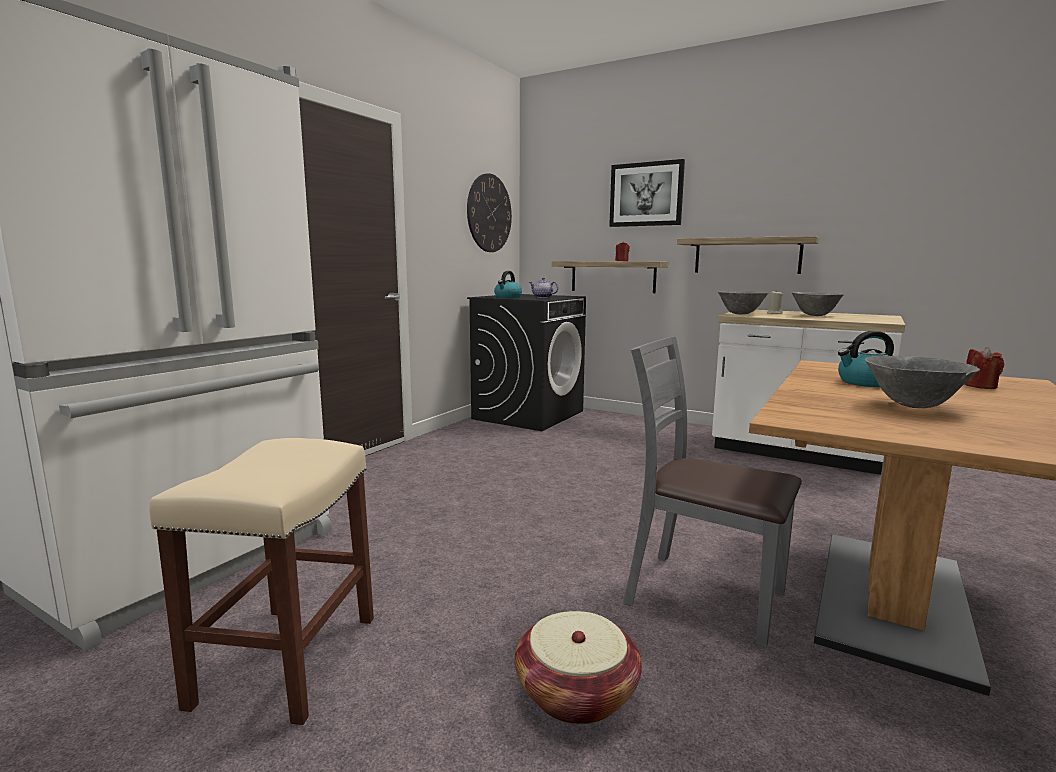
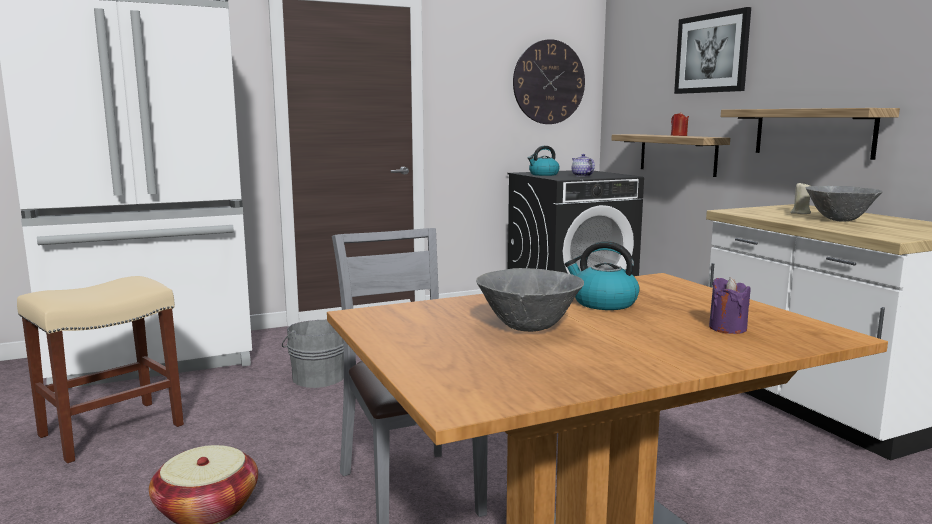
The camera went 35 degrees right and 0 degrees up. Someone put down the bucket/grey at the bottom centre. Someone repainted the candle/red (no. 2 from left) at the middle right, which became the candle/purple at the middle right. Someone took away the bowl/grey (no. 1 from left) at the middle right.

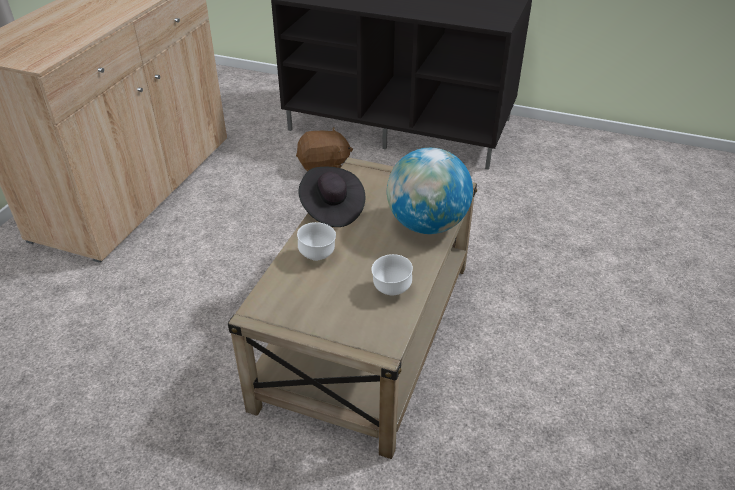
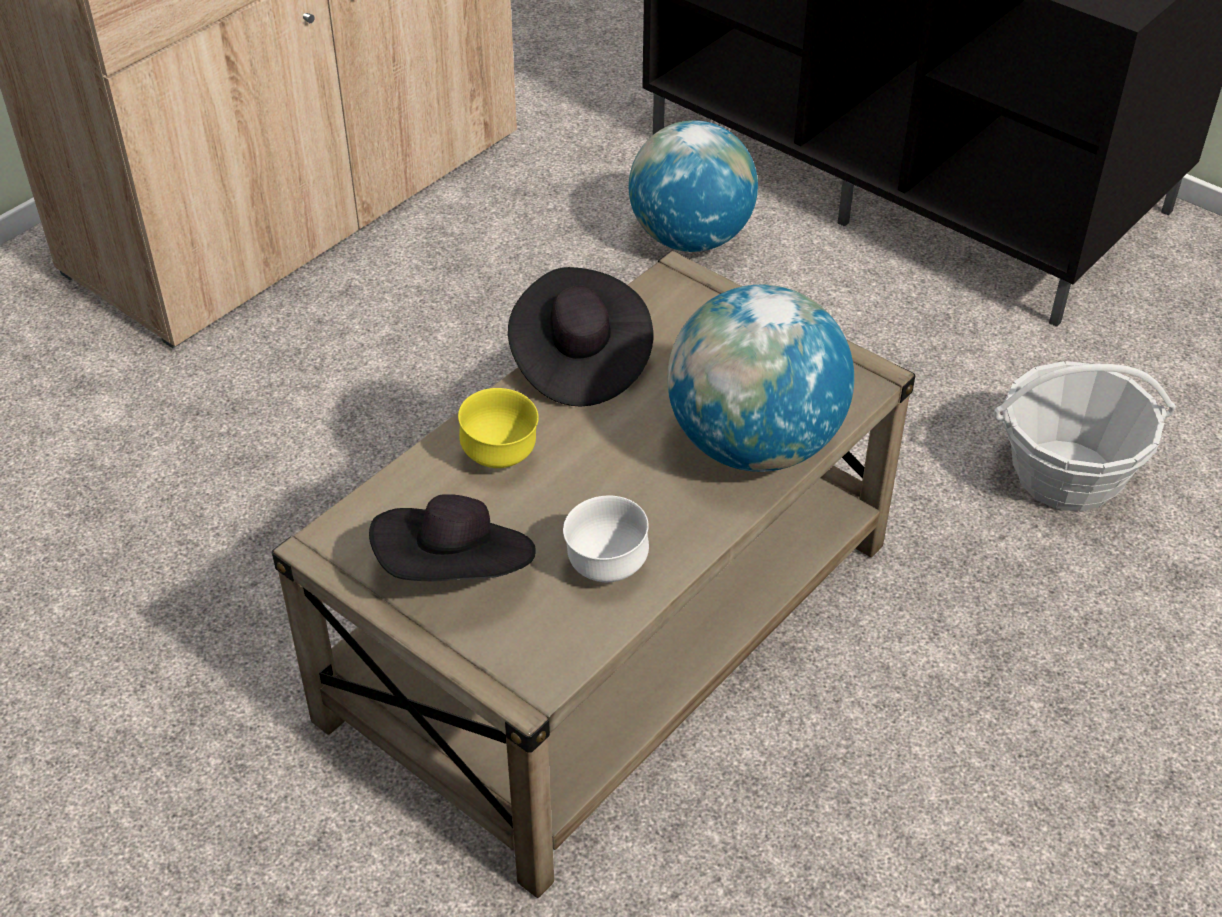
The camera went 20 degrees right and 5 degrees up. Someone put down the hat/black (no. 1 from left) at the centre. Someone repainted the bowl/white (no. 1 from left) at the centre, which became the bowl/yellow at the centre. Someone swapped the plush toy/brown at the top centre for the globe (no. 1 from left) at the top centre. Someone put down the basket at the middle right.

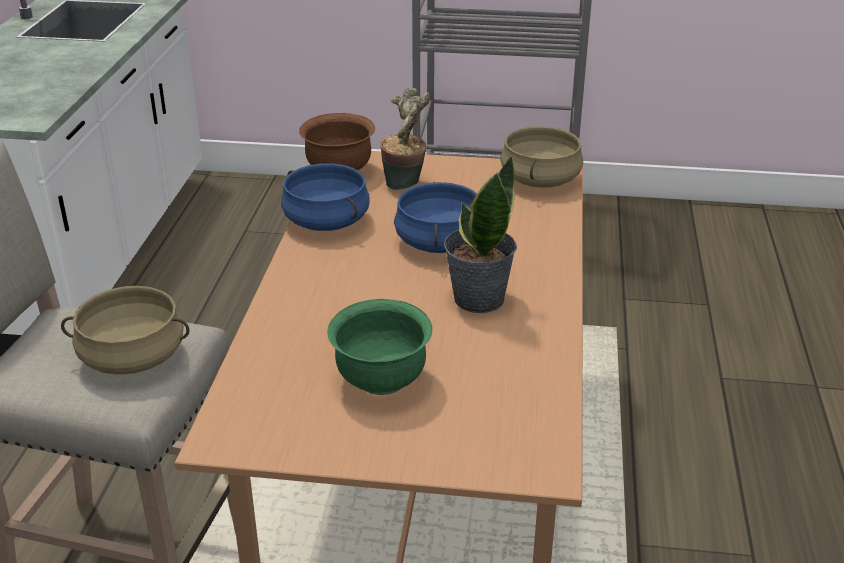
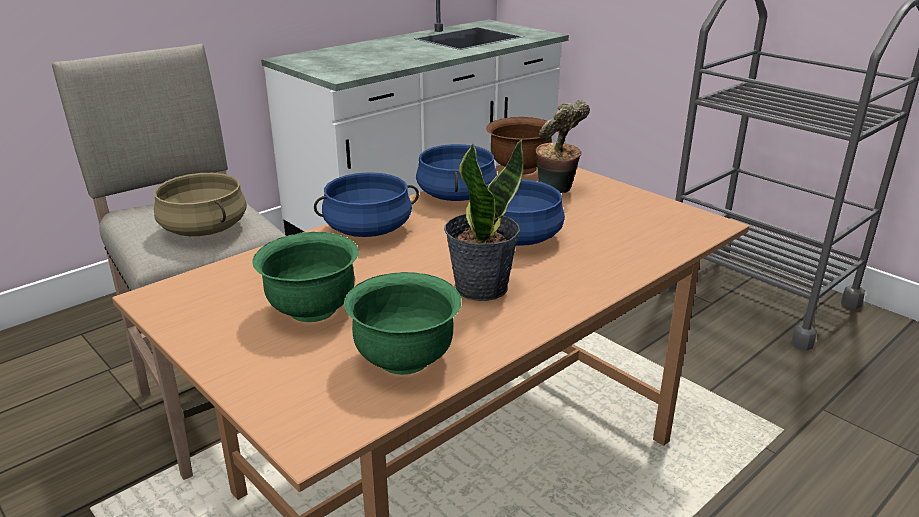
The camera went 40 degrees right and 5 degrees down. Someone put down the cooking pot/blue (no. 1 from left) at the centre. Someone put down the bowl/green (no. 2 from left) at the centre. Someone took away the cooking pot/beige (no. 2 from left) at the top centre.

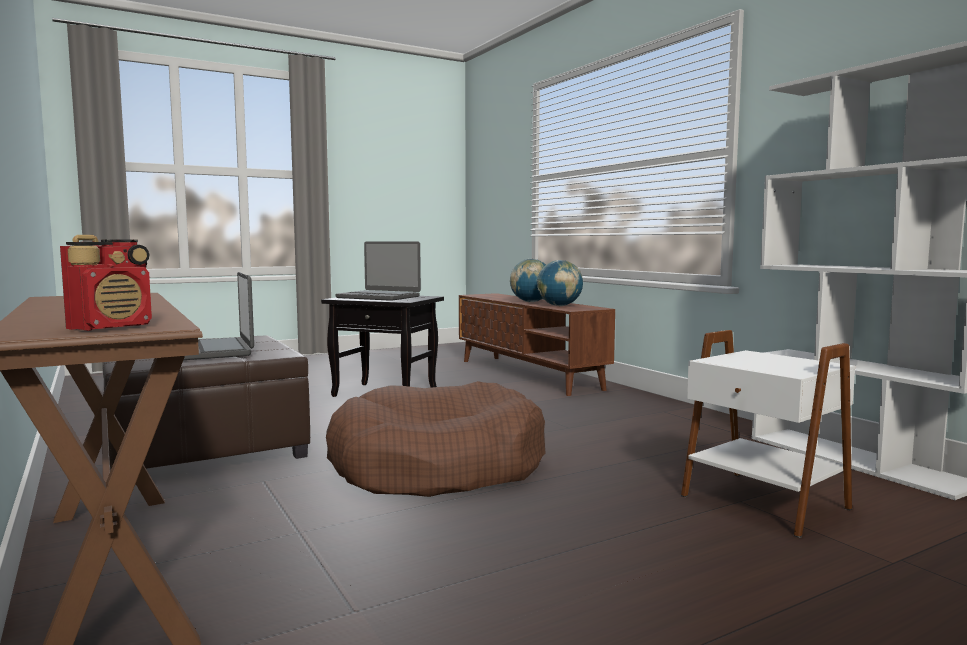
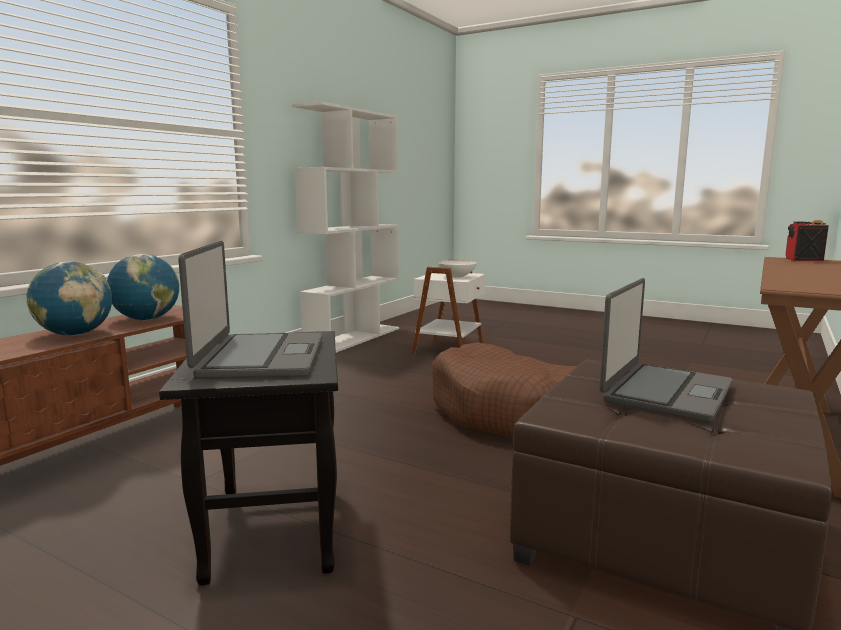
The camera went 120 degrees left and 5 degrees up. Someone put down the bowl/white at the centre.

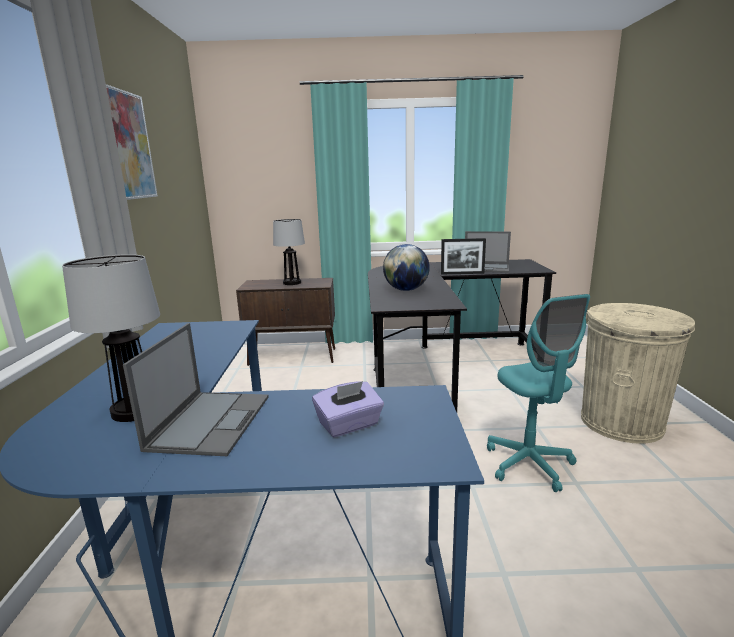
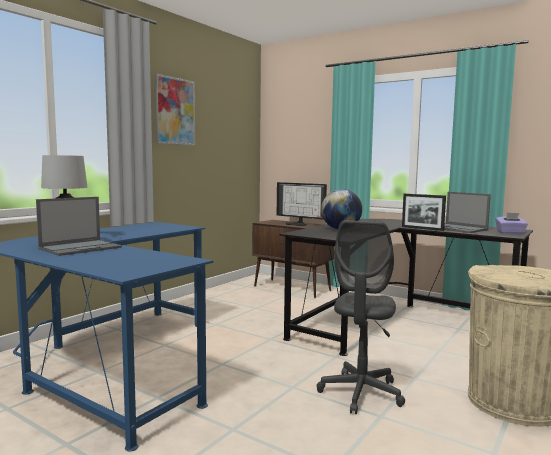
The camera went 35 degrees right and 10 degrees down. Someone swapped the table lamp (no. 2 from left) at the centre for the monitor at the centre. Someone repainted the office chair/turquoise at the middle right, which became the office chair/grey at the bottom centre. Someone carried the tissue box/purple from the centre to the middle right.

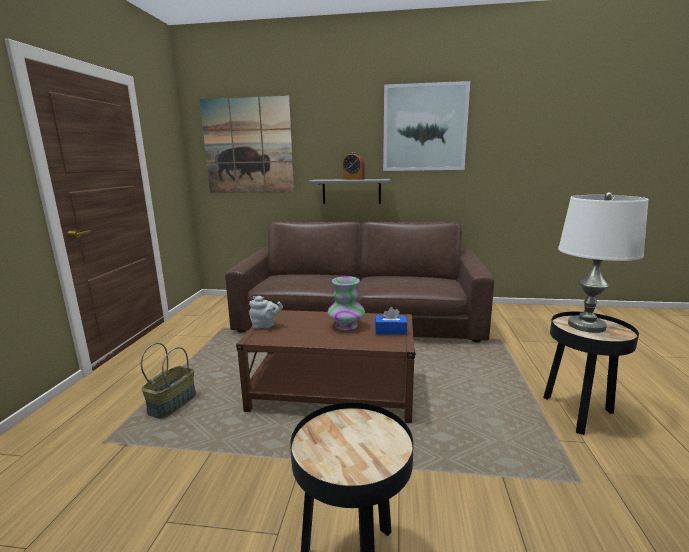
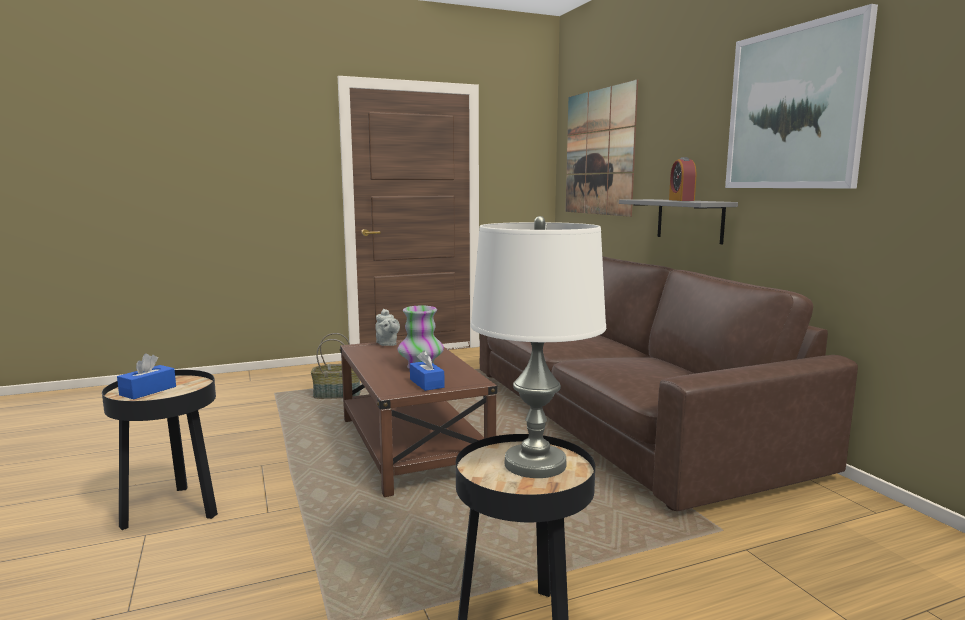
The camera went 60 degrees right and 5 degrees down. Someone put down the tissue box/blue (no. 1 from left) at the middle left.

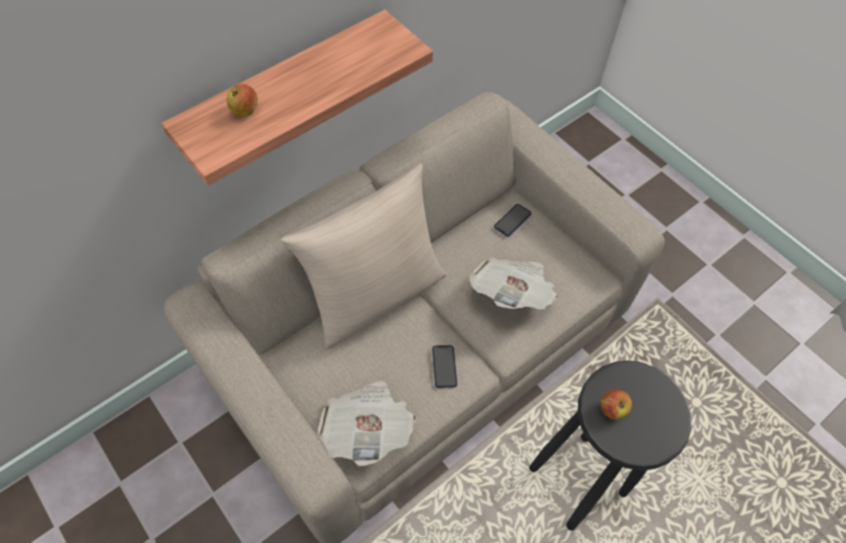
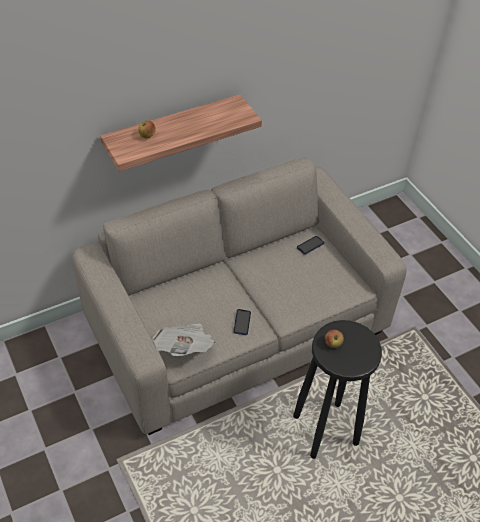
The camera went 10 degrees right and 10 degrees down. Someone took away the pillow/beige at the centre. Someone took away the newspaper (no. 2 from left) at the centre.

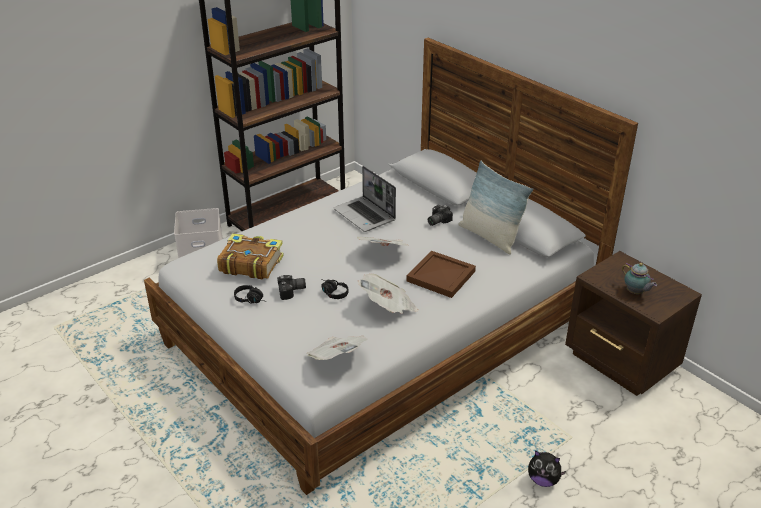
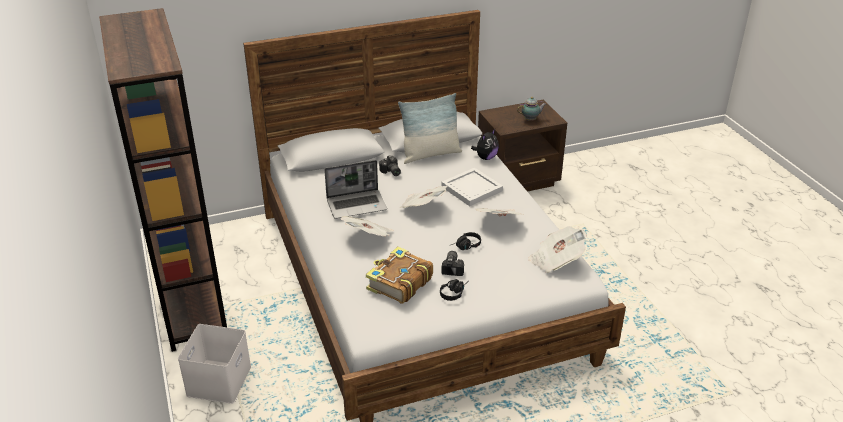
The camera went 70 degrees left and 0 degrees up. Someone put down the newspaper (no. 1 from left) at the centre. Someone repainted the tray/brown at the centre, which became the tray/white at the centre. Someone carried the plush toy from the bottom right to the centre.

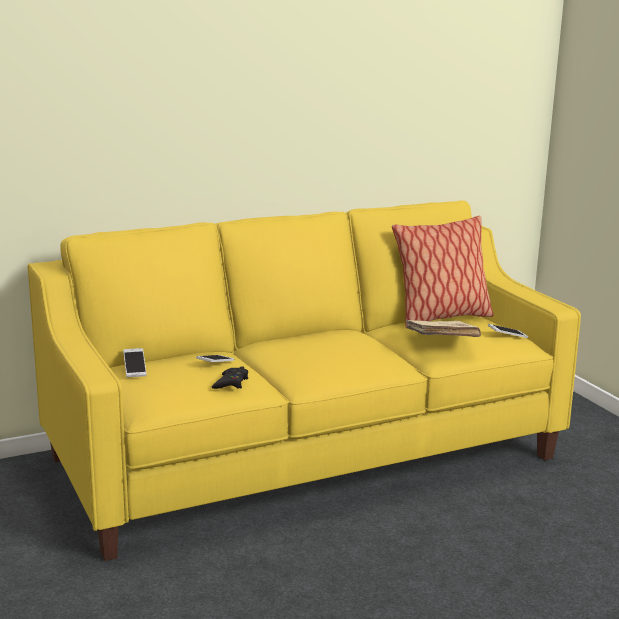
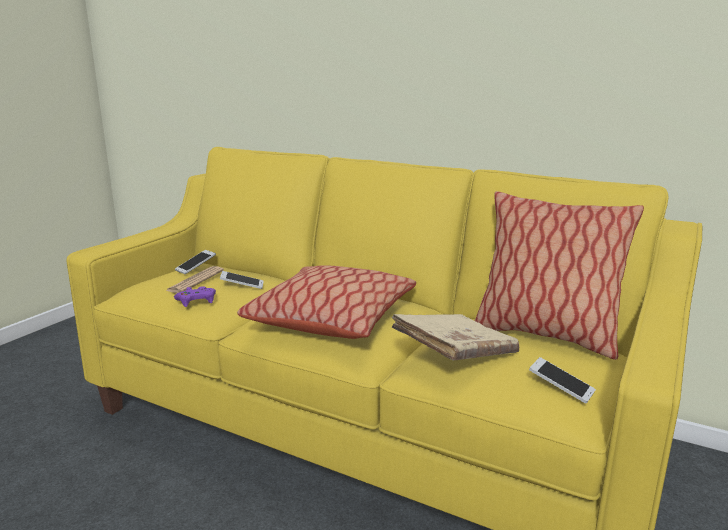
The camera went 55 degrees right and 0 degrees up. Someone put down the newspaper at the middle left. Someone repainted the game controller/black at the centre, which became the game controller/purple at the middle left. Someone put down the pillow (no. 1 from left) at the centre.

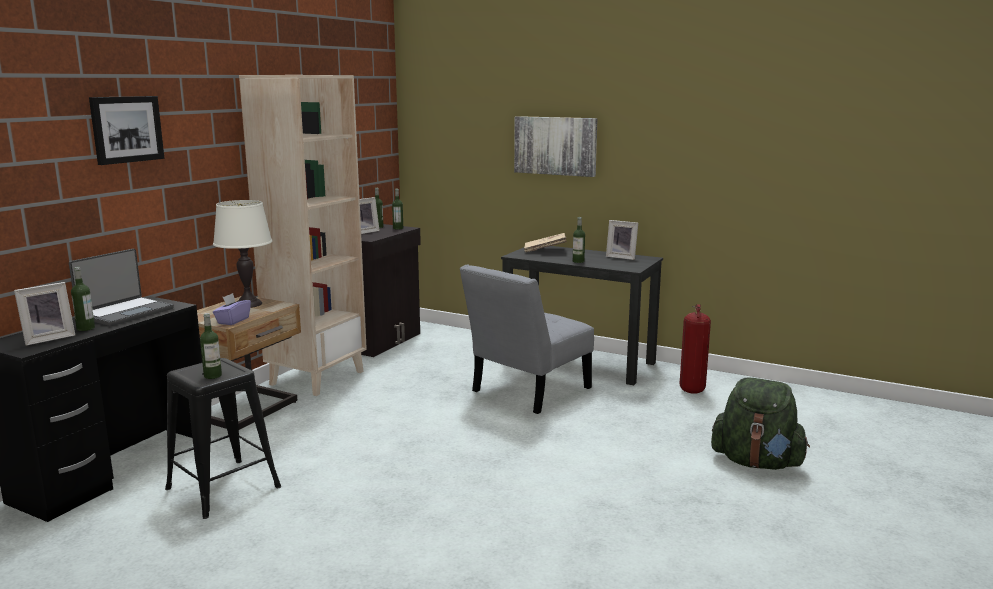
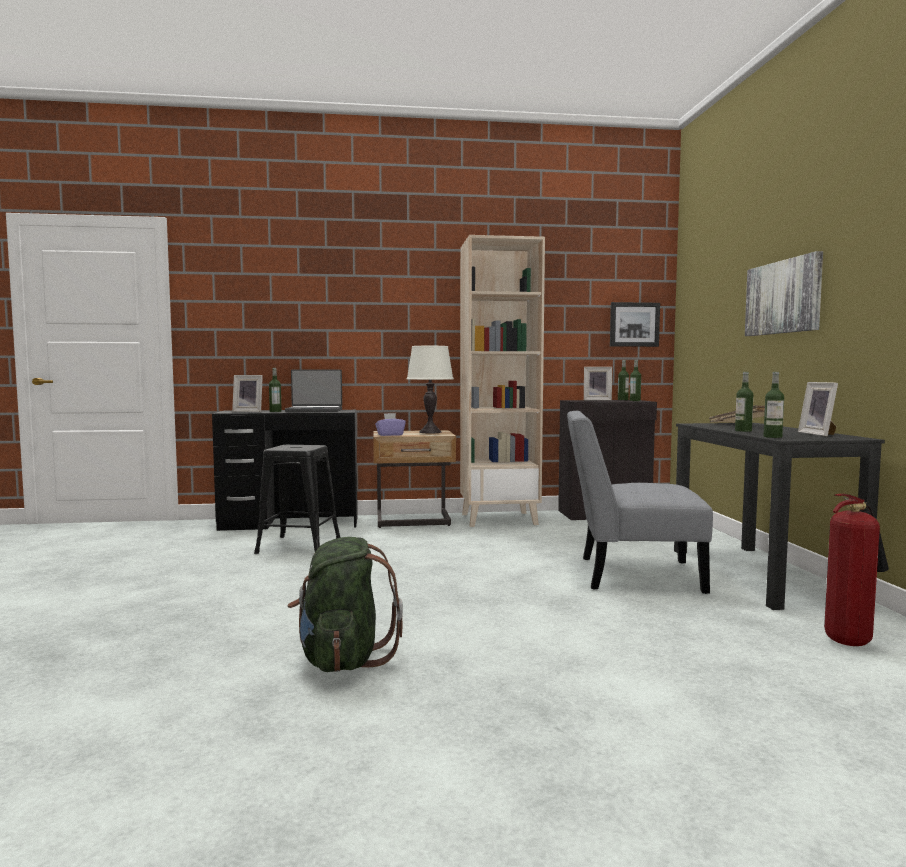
The camera went 55 degrees right and 10 degrees down. Someone carried the backpack/green from the bottom right to the bottom centre. Someone carried the picture (no. 1 from left) from the top left to the middle right. Someone carried the bottle (no. 2 from left in the first image) from the middle left to the middle right.

